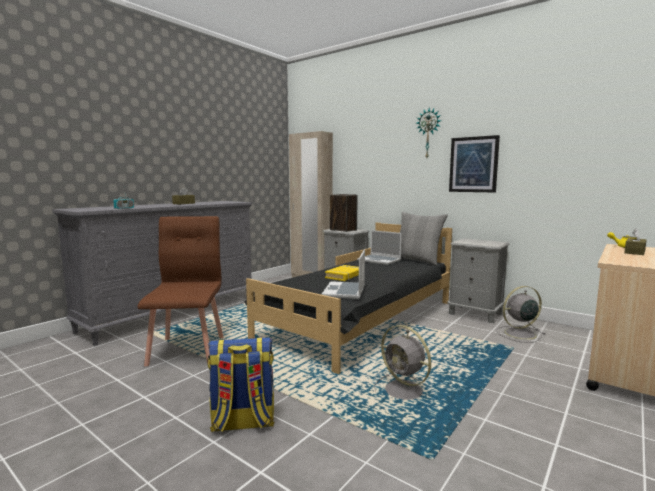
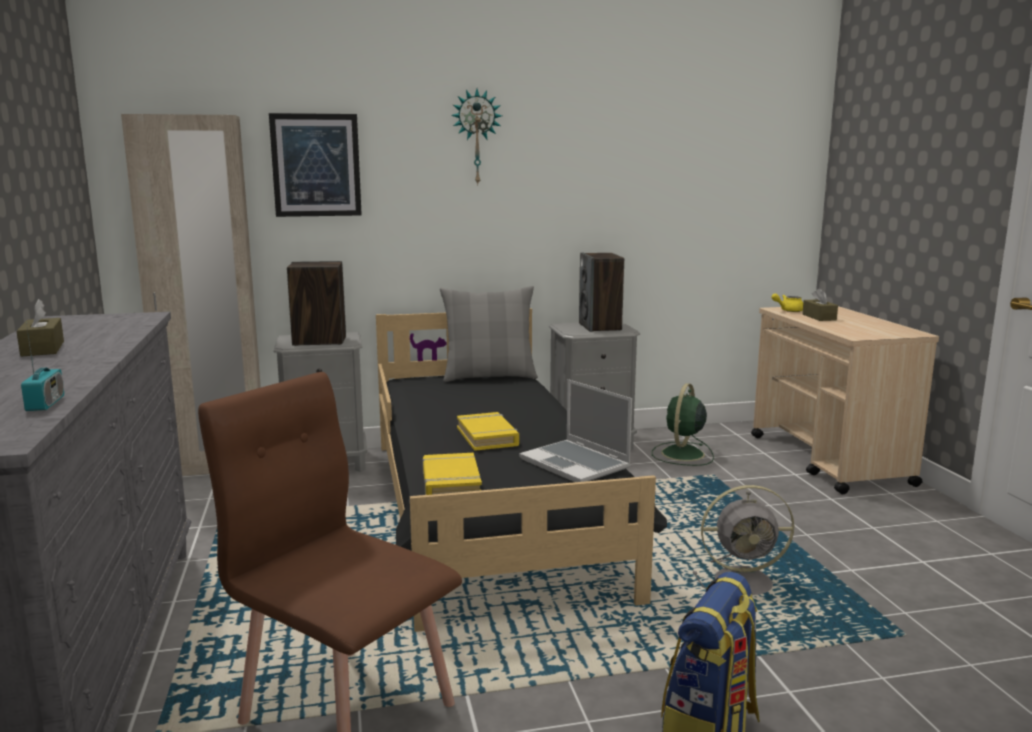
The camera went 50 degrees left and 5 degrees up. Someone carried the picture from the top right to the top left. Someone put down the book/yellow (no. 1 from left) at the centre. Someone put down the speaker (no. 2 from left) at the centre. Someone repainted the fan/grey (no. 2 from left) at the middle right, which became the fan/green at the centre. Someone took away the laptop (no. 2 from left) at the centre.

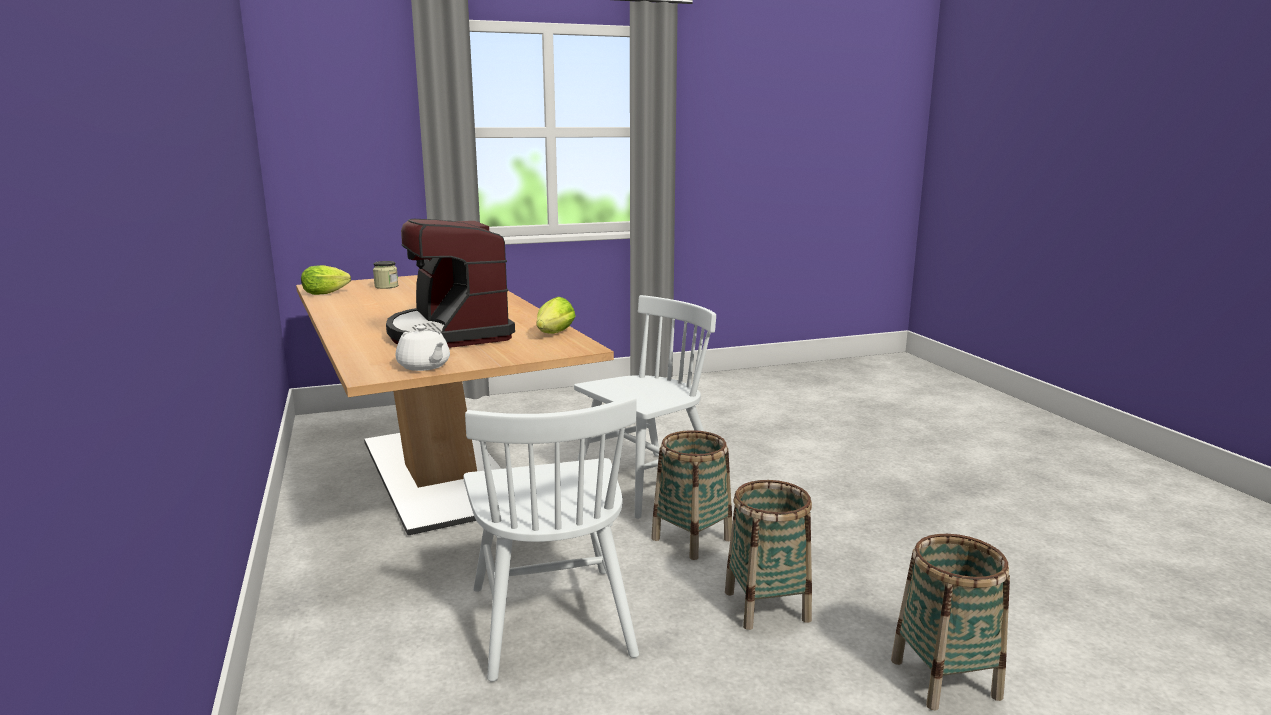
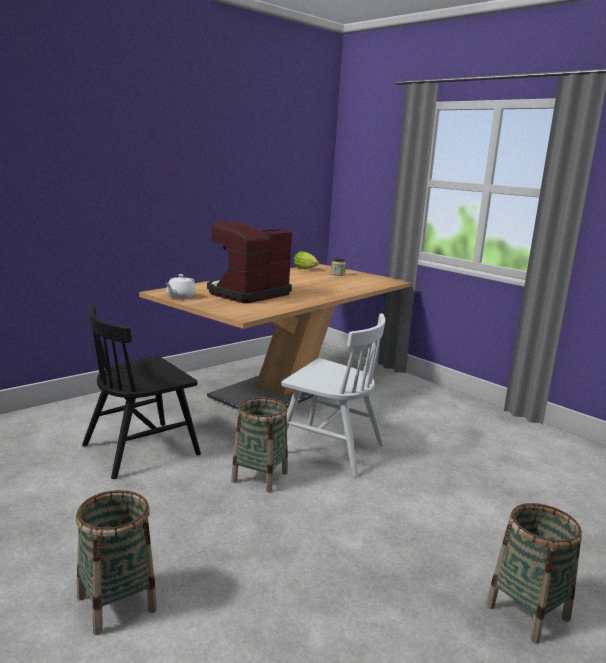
The camera went 65 degrees right and 0 degrees up. Someone repainted the chair/white (no. 1 from left) at the bottom centre, which became the chair/black at the middle left. Someone carried the basket (no. 2 from left in the first image) from the bottom centre to the bottom right. Someone took away the lettuce (no. 2 from left) at the centre.

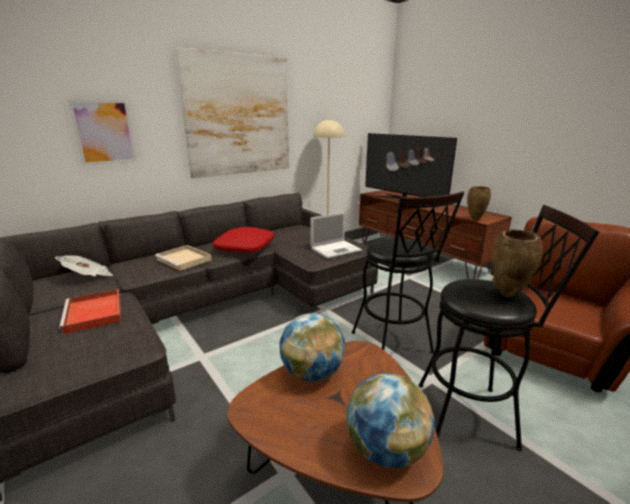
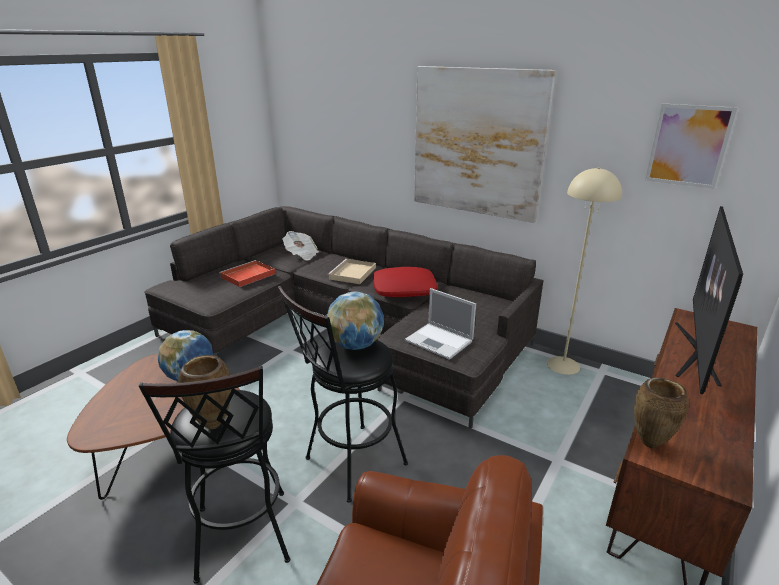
The camera went 70 degrees right and 5 degrees up. Someone carried the globe (no. 2 from left) from the bottom centre to the centre. Someone carried the picture (no. 1 from left in the first image) from the top left to the top right.

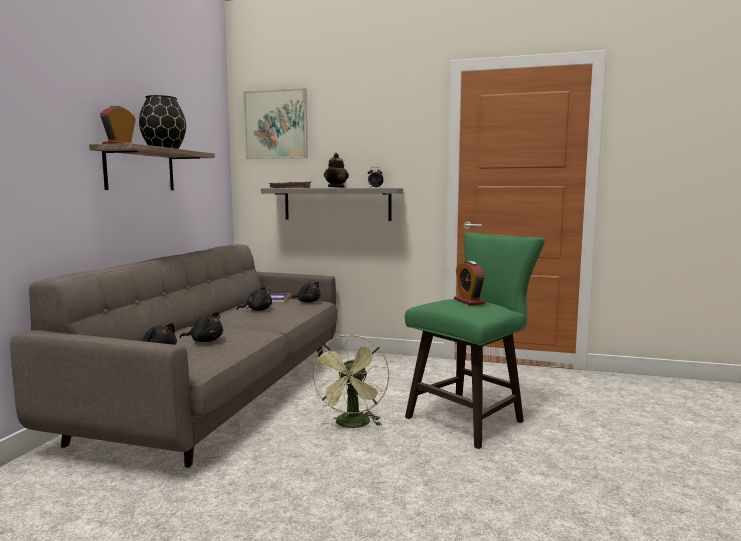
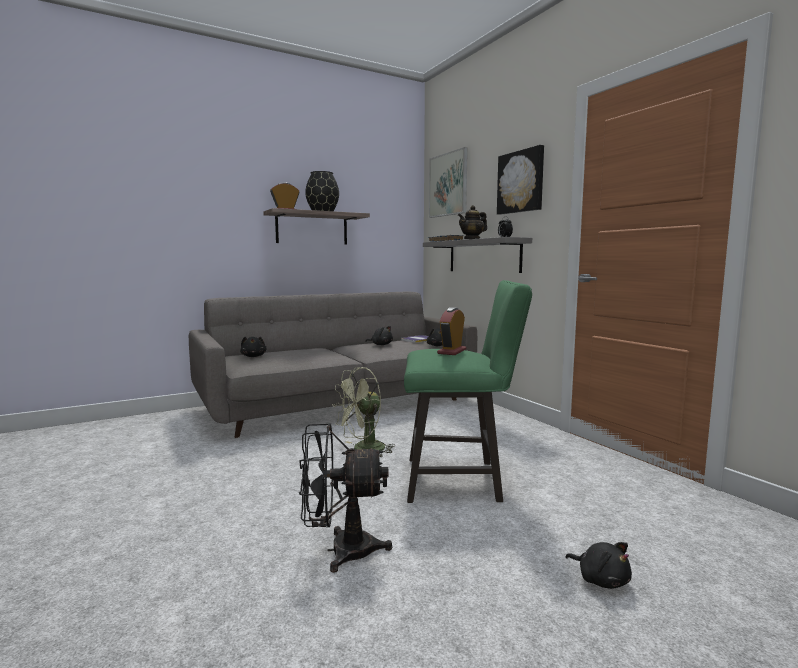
The camera went 45 degrees right and 0 degrees up. Someone put down the fan/black at the bottom centre. Someone put up the picture (no. 2 from left) at the top centre. Someone carried the plush toy/black (no. 2 from left in the first image) from the middle left to the bottom right.

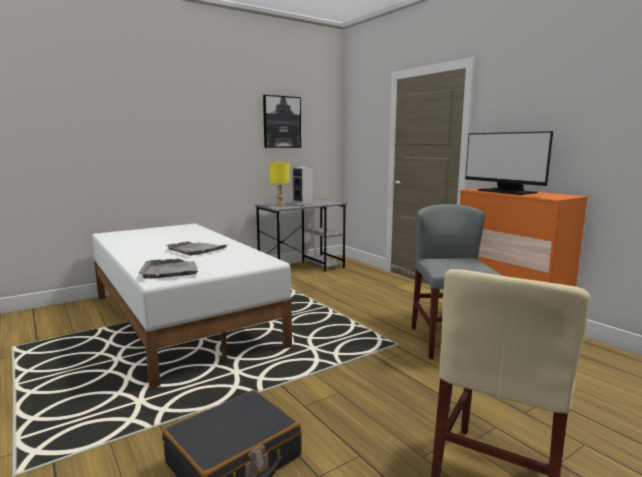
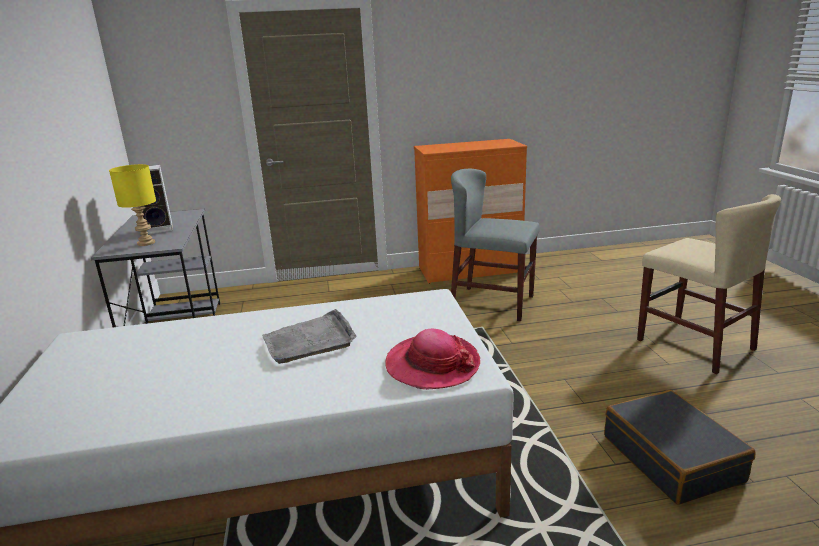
The camera went 65 degrees left and 10 degrees up. Someone swapped the tray/grey (no. 1 from left) at the middle left for the hat at the centre. Someone took away the picture at the top centre. Someone took away the monitor at the middle right.

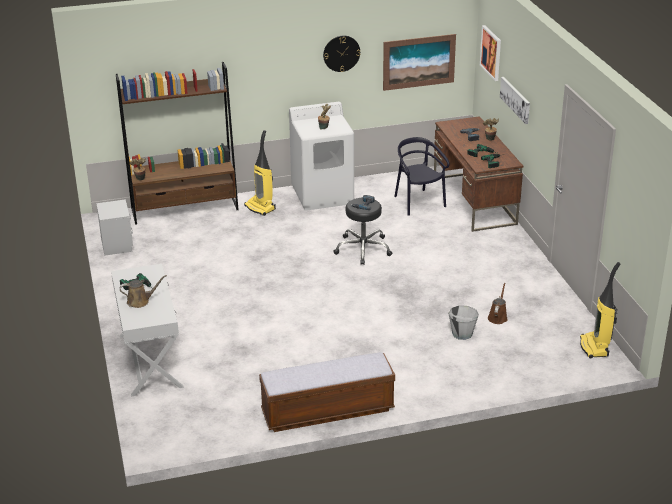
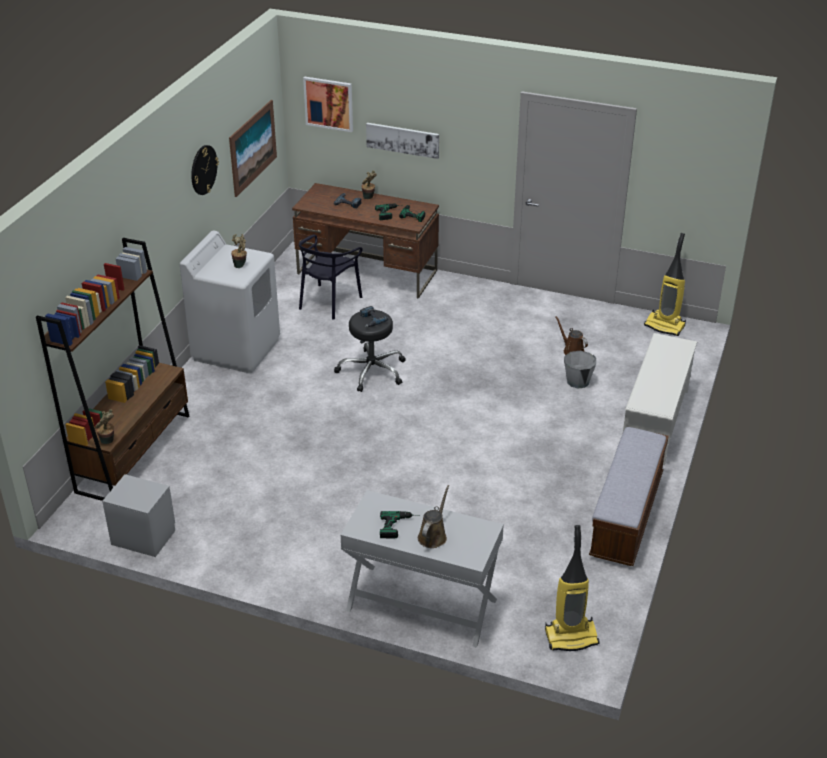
The camera went 55 degrees left and 5 degrees up. Someone rotated the chair/black at the centre by 75 degrees counterclockwise. Someone carried the vacuum cleaner (no. 1 from left) from the centre to the bottom right. Someone put down the shoe rack/white at the middle right.

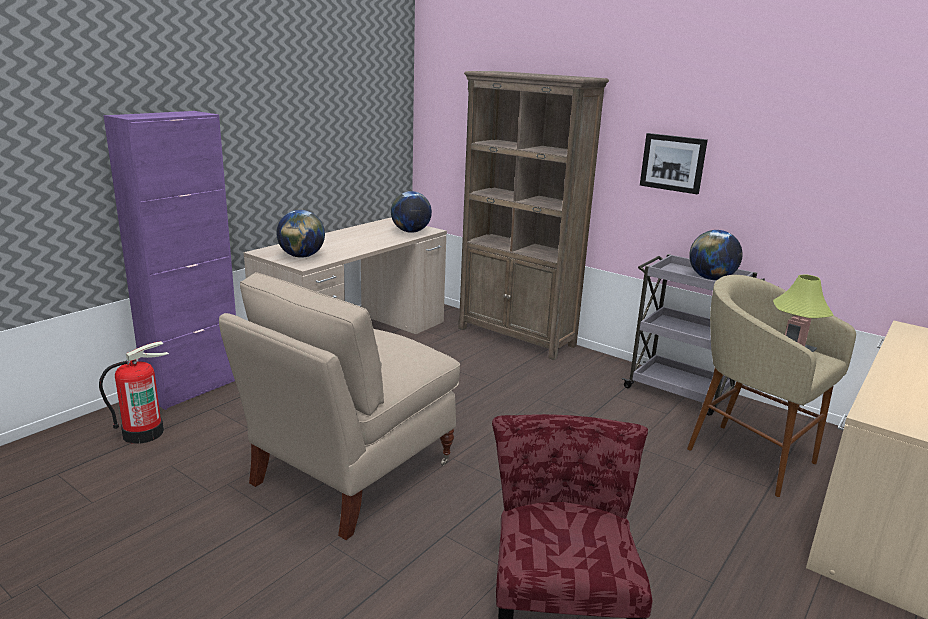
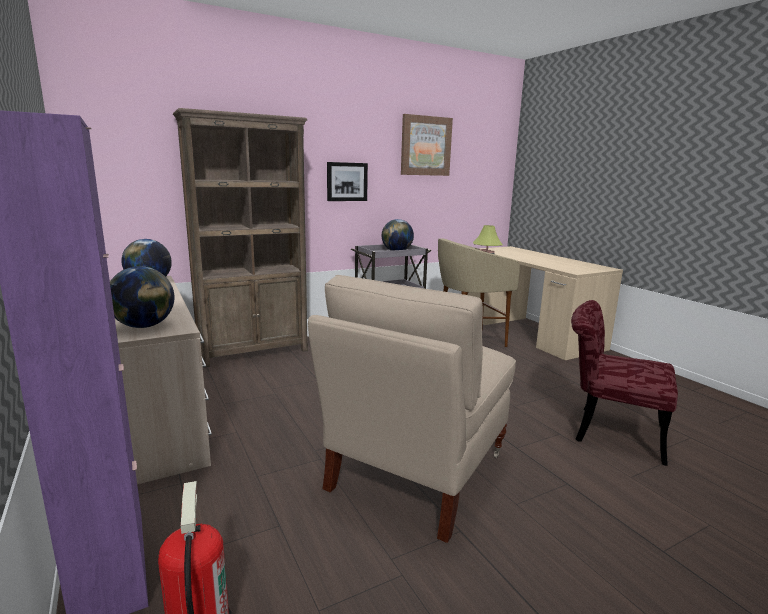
The camera went 65 degrees left and 5 degrees down. Someone rotated the chair/beige at the centre by 60 degrees clockwise. Someone put up the picture (no. 2 from left) at the top centre.

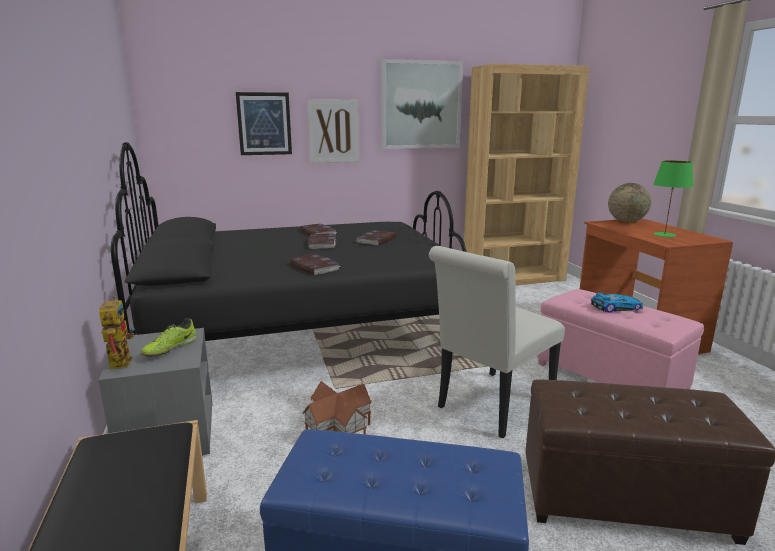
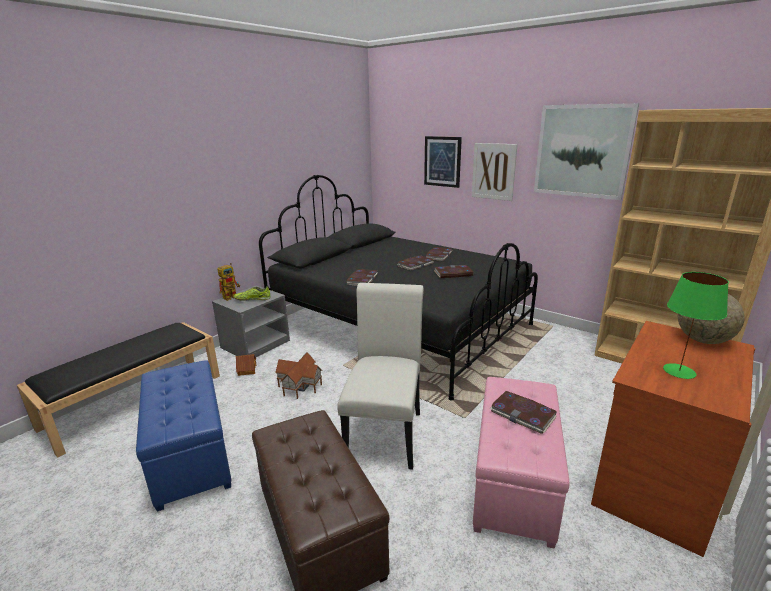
The camera went 55 degrees right and 5 degrees up. Someone put down the toy house (no. 1 from left) at the middle left. Someone rotated the chair/white at the centre by 90 degrees clockwise. Someone swapped the toy car at the middle right for the book (no. 5 from left) at the bottom right.

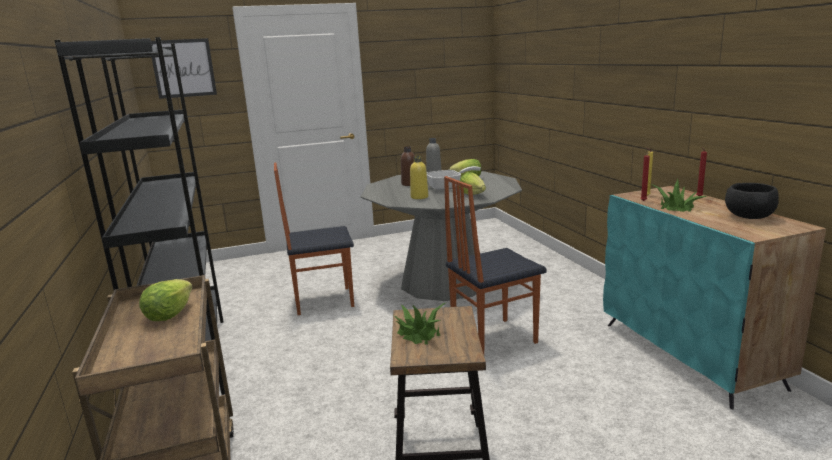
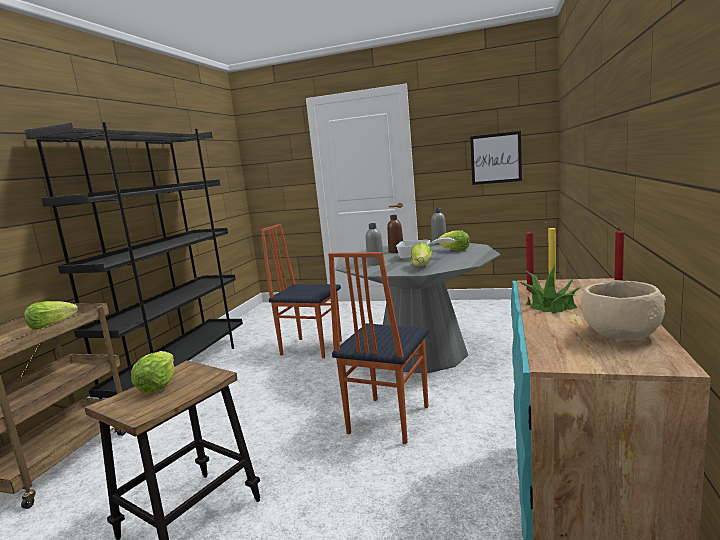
The camera went 35 degrees right and 5 degrees down. Someone swapped the potted plant (no. 1 from left) at the bottom centre for the lettuce (no. 2 from left) at the bottom left. Someone rotated the chair (no. 2 from left) at the centre by 75 degrees counterclockwise. Someone repainted the bottle/yellow at the centre, which became the bottle/grey (no. 1 from left) at the centre. Someone carried the picture from the top left to the top right. Someone repainted the bowl/black at the middle right, which became the bowl/beige at the middle right.

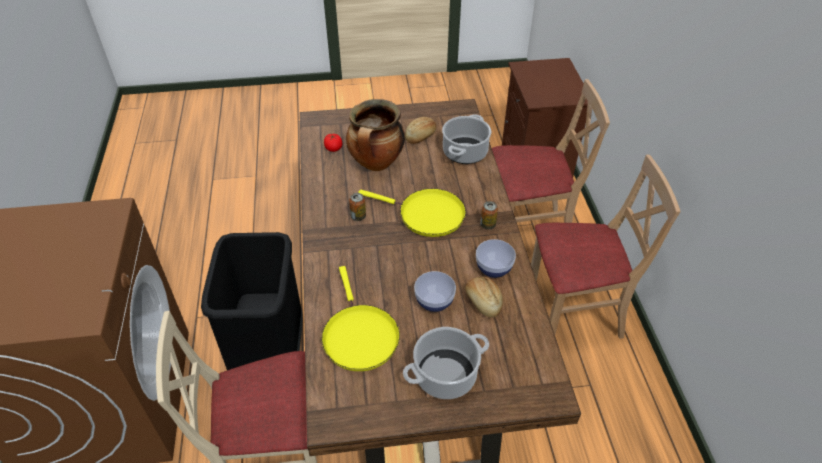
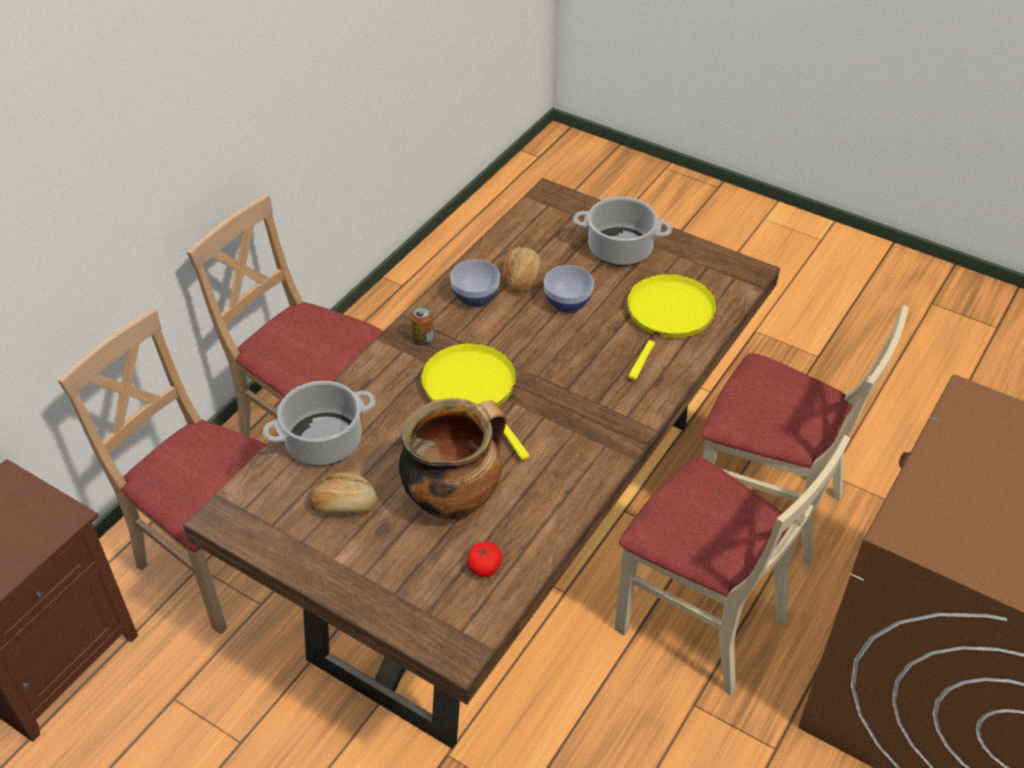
The camera went 140 degrees left and 0 degrees up. Someone swapped the trash can/black at the middle left for the chair/beige (no. 3 from left) at the bottom right. Someone took away the can (no. 1 from left) at the centre.

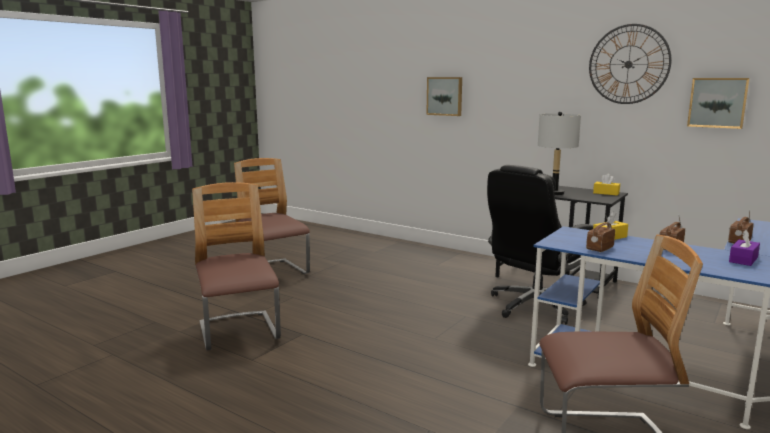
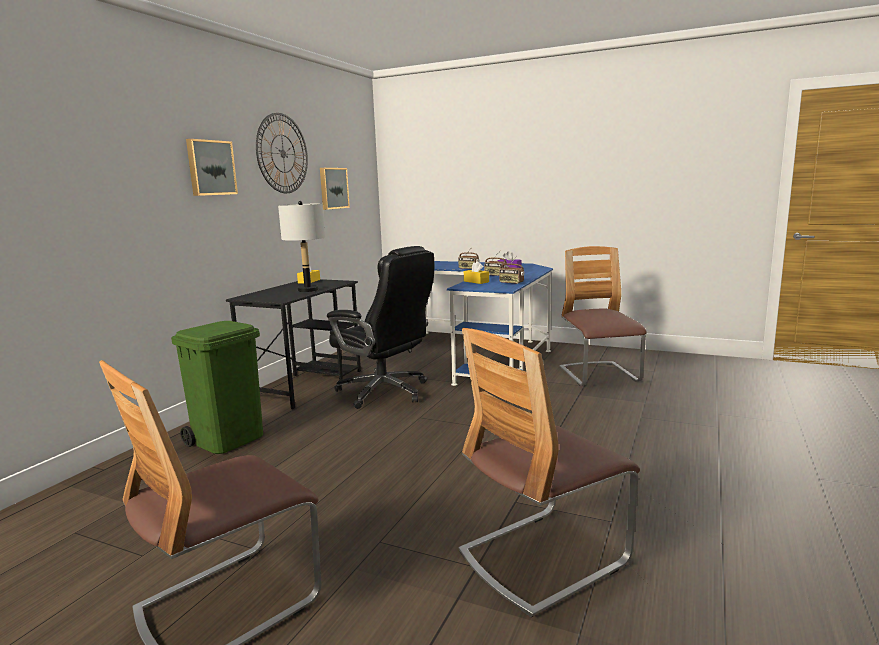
The camera went 100 degrees left and 0 degrees up. Someone put down the trash can/green at the middle left. Someone carried the picture (no. 1 from left) from the top centre to the top left.

